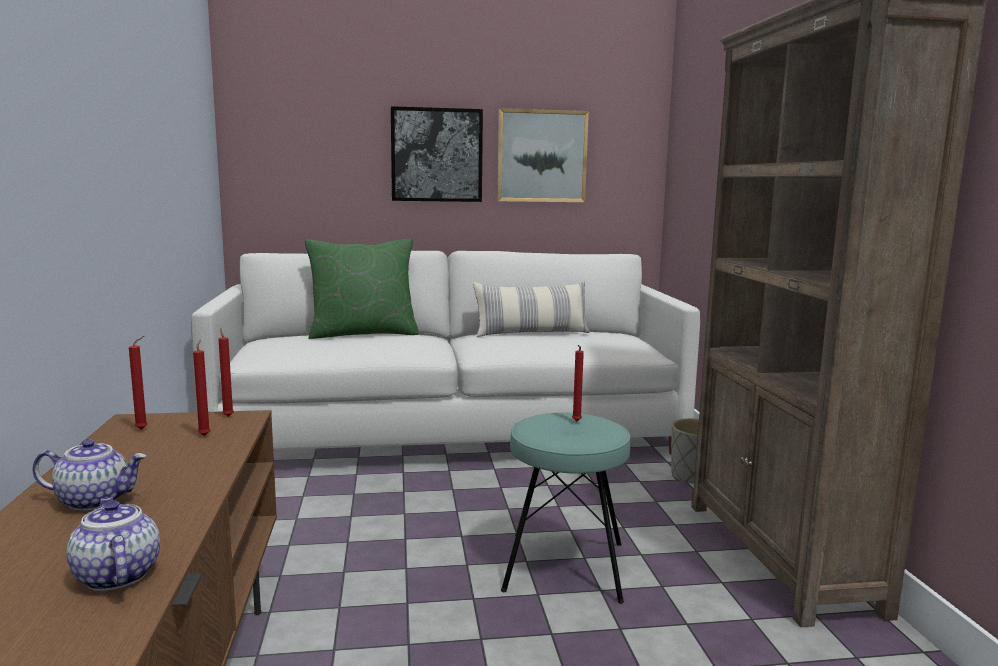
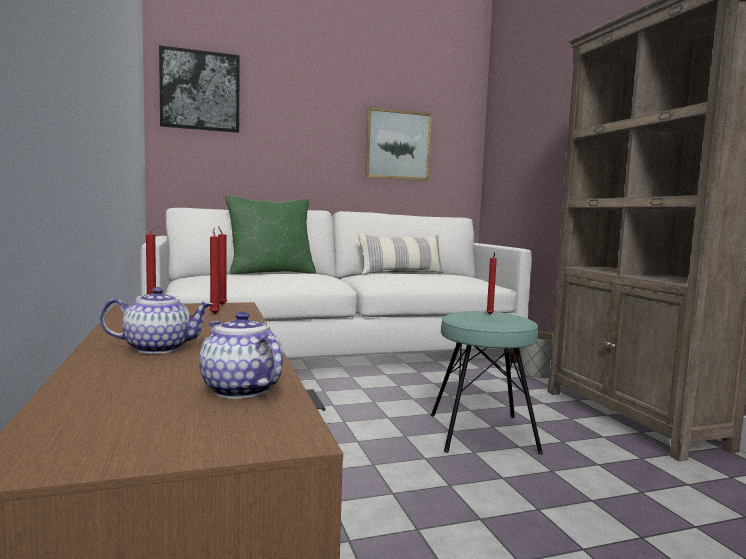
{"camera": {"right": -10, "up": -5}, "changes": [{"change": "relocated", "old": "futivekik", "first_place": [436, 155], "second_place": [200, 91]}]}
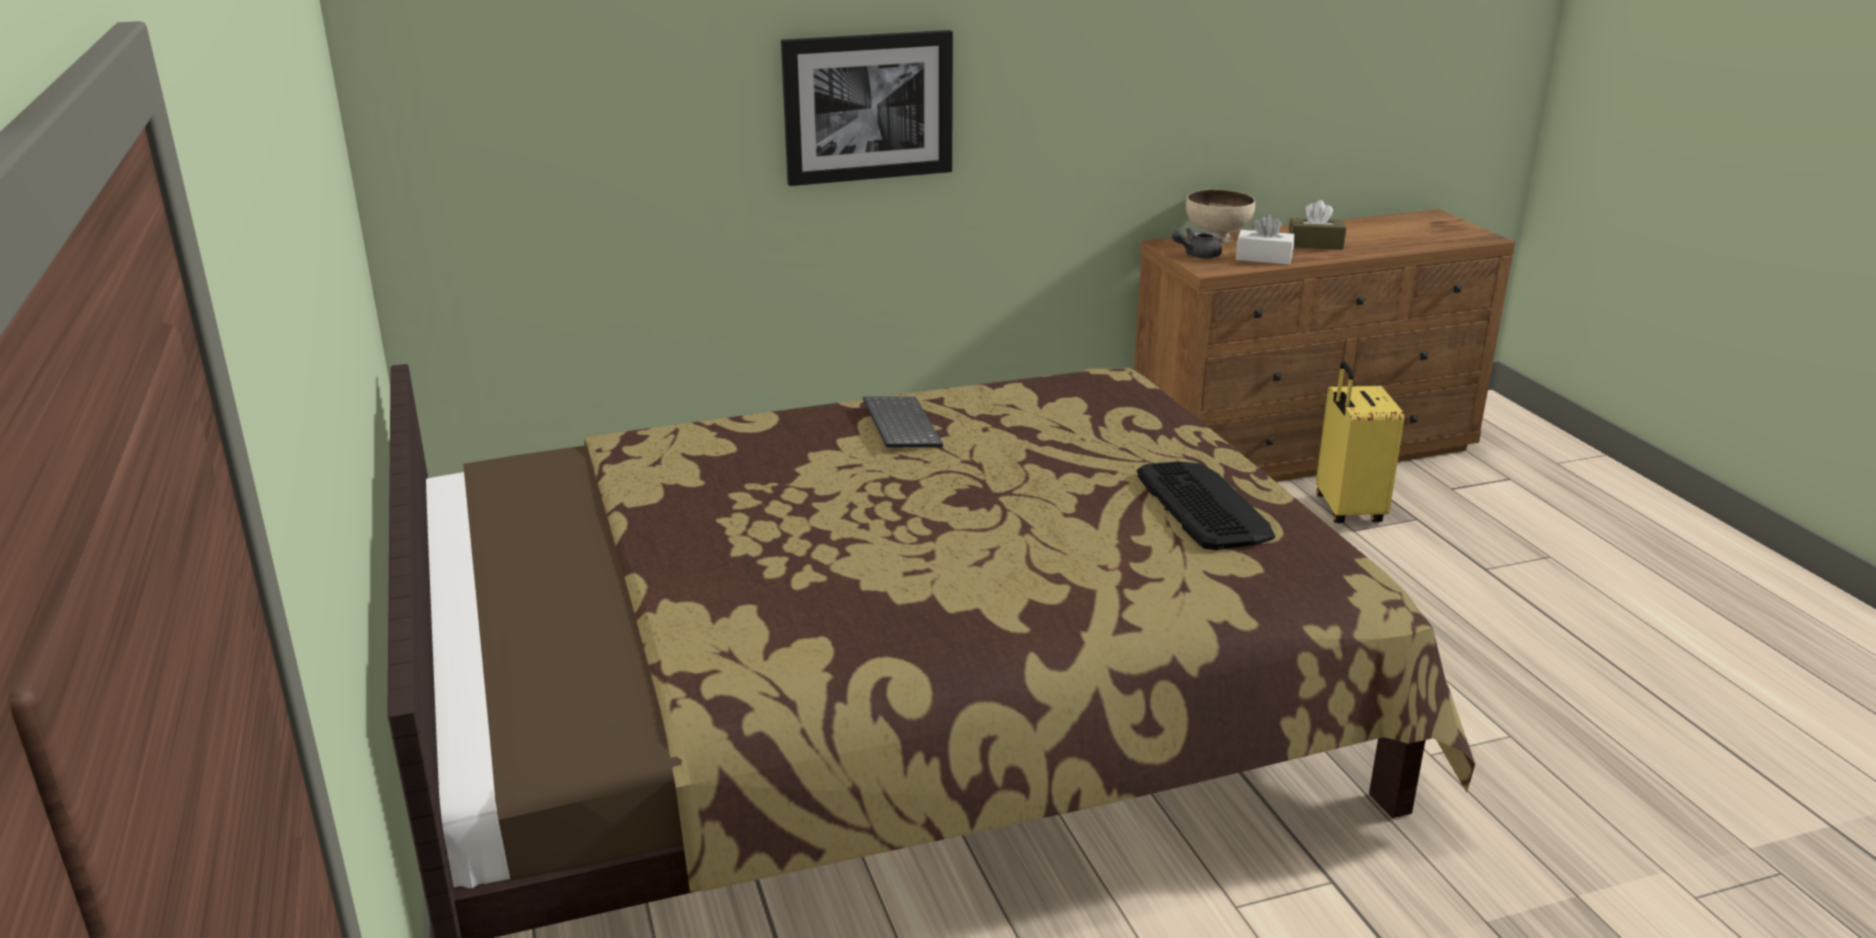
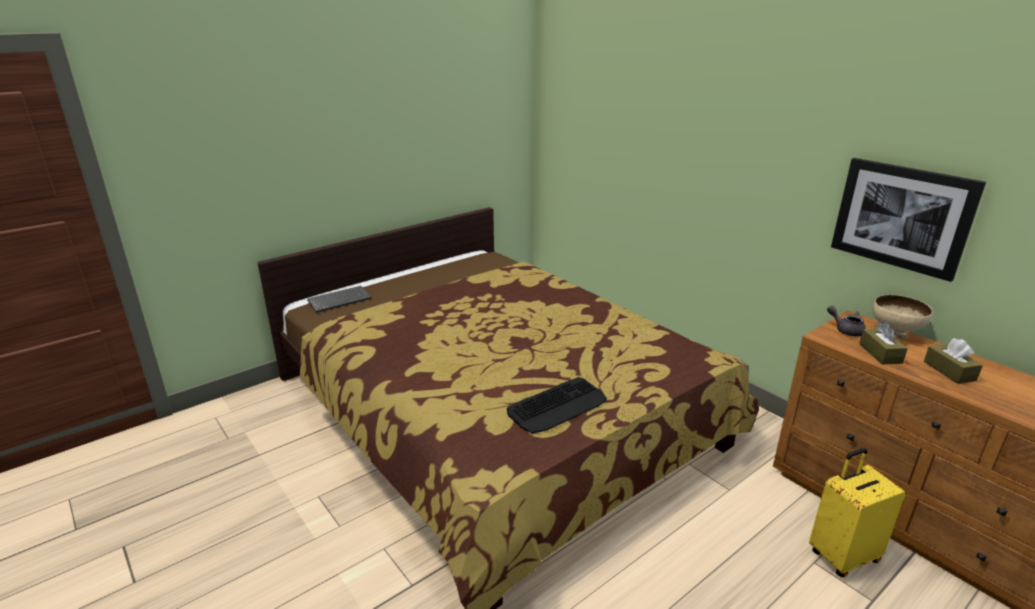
{"camera": {"right": 70, "up": 0}, "changes": [{"change": "relocated", "old": "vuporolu", "first_place": [899, 425], "second_place": [340, 300]}, {"change": "relocated", "old": "futivekik", "first_place": [868, 107], "second_place": [902, 217]}, {"change": "colour", "old": "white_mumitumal", "new": "brown_mumitumal", "first_place": [1263, 258], "second_place": [880, 353]}]}
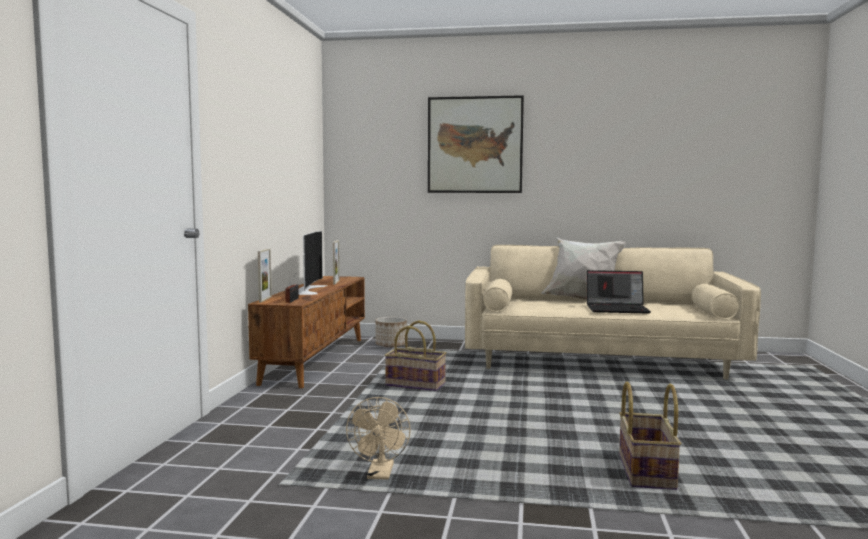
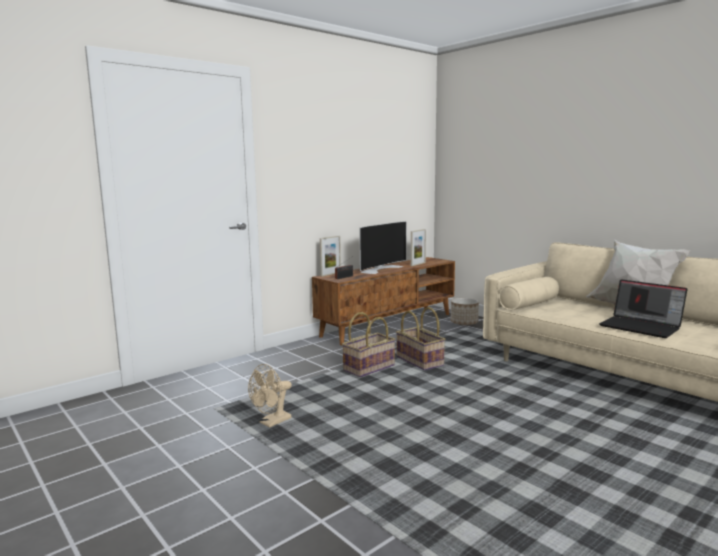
{"camera": {"right": 40, "up": 5}, "changes": [{"change": "relocated", "old": "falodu", "first_place": [644, 472], "second_place": [368, 367]}, {"change": "missing", "old": "futivekik", "first_place": [475, 145]}]}
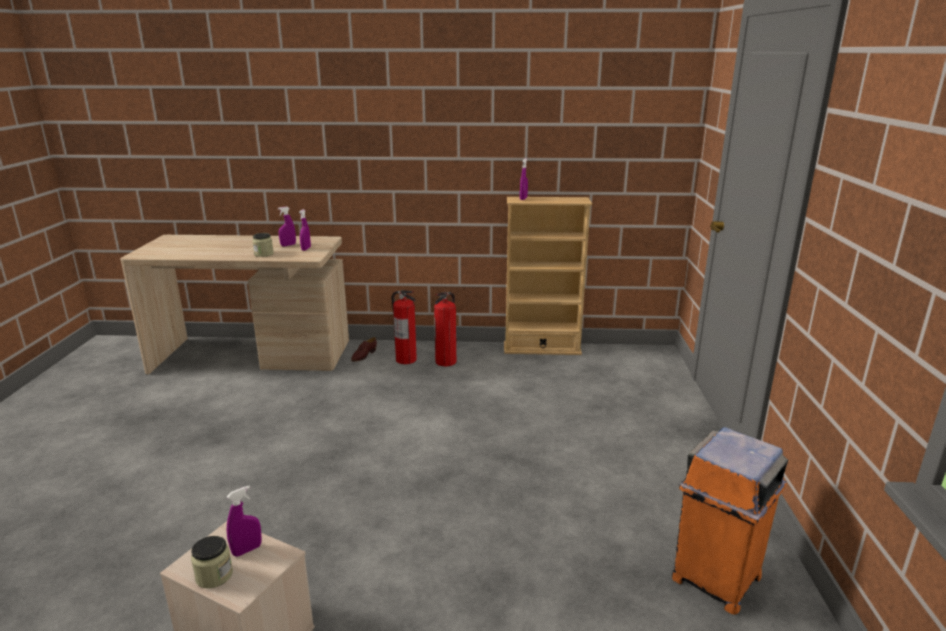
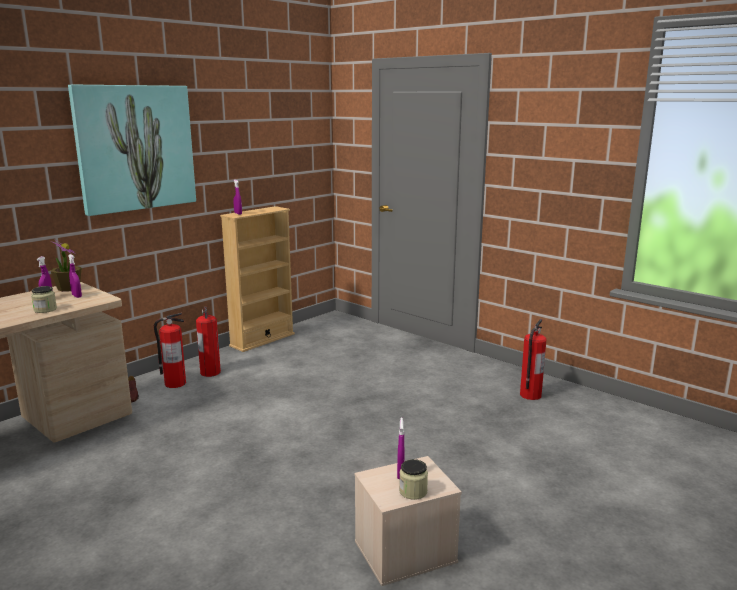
{"camera": {"right": -50, "up": -5}, "changes": [{"change": "appeared", "new": "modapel", "second_place": [68, 288]}, {"change": "appeared", "new": "futivekik", "second_place": [135, 148]}, {"change": "exchanged", "old": "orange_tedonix", "new": "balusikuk", "first_place": [715, 579], "second_place": [530, 395]}]}
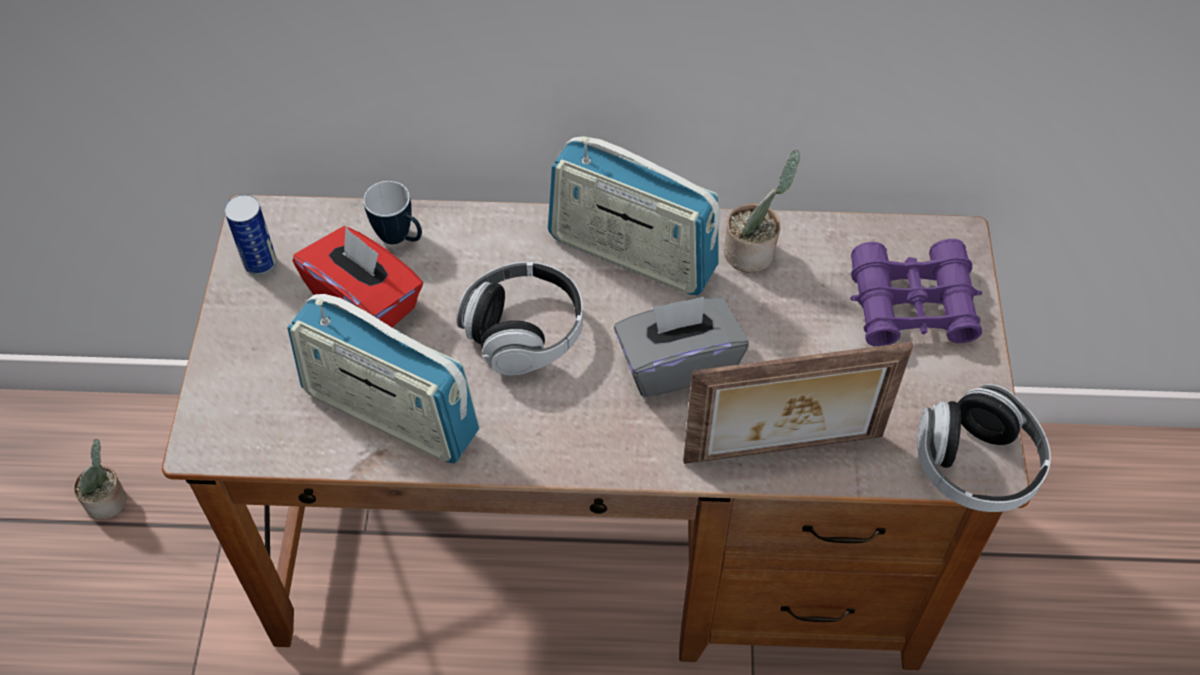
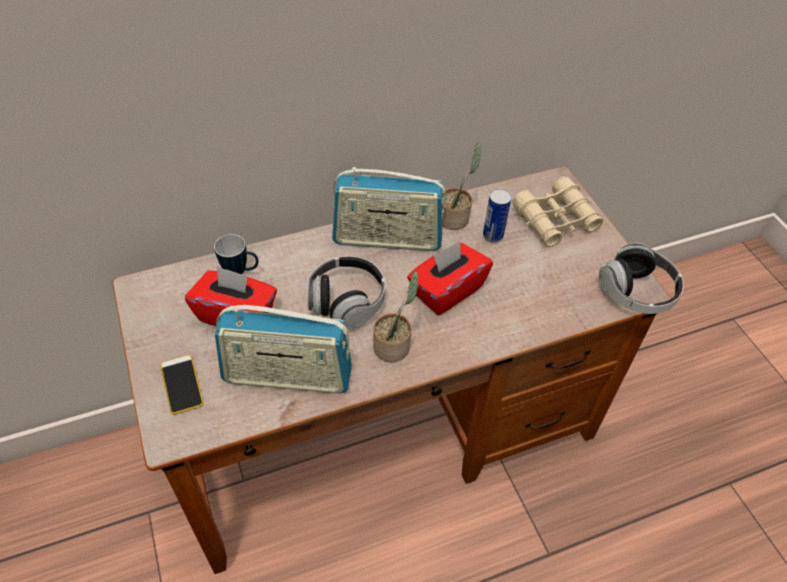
{"camera": {"right": -25, "up": -5}, "changes": [{"change": "appeared", "new": "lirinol", "second_place": [181, 384]}, {"change": "relocated", "old": "modapel", "first_place": [109, 501], "second_place": [394, 346]}, {"change": "colour", "old": "grey_mumitumal", "new": "red_mumitumal", "first_place": [677, 364], "second_place": [446, 291]}, {"change": "relocated", "old": "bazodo", "first_place": [260, 263], "second_place": [493, 235]}, {"change": "colour", "old": "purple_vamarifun", "new": "beige_vamarifun", "first_place": [912, 305], "second_place": [555, 220]}, {"change": "missing", "old": "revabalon", "first_place": [784, 451]}]}
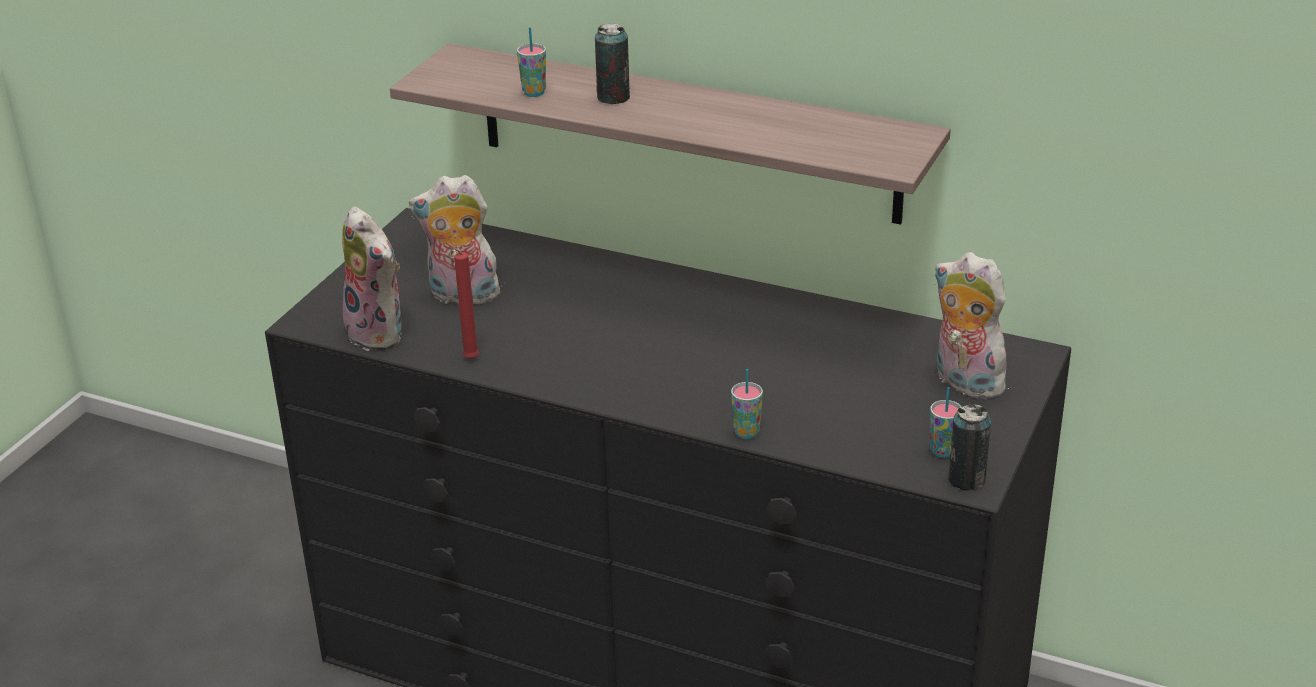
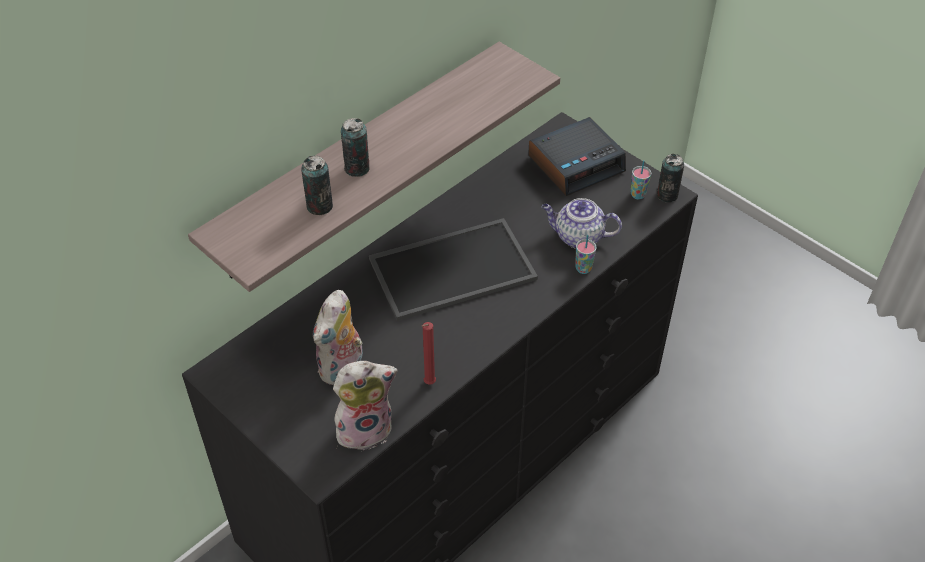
{"camera": {"right": -70, "up": 15}, "changes": [{"change": "exchanged", "old": "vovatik", "new": "bazodo", "first_place": [534, 93], "second_place": [319, 206]}, {"change": "appeared", "new": "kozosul", "second_place": [453, 267]}, {"change": "exchanged", "old": "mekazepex", "new": "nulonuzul", "first_place": [963, 382], "second_place": [576, 163]}, {"change": "appeared", "new": "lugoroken", "second_place": [578, 237]}]}
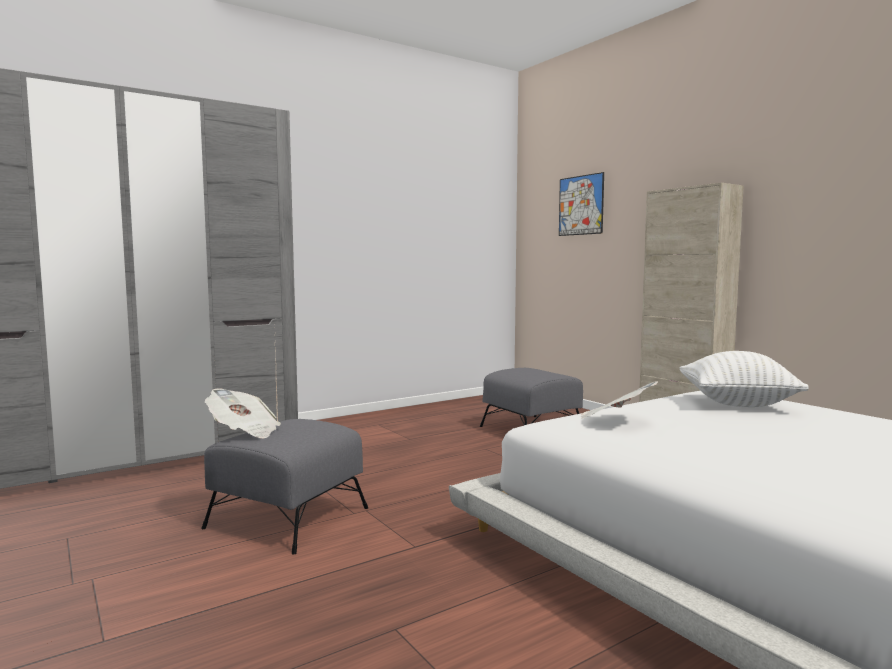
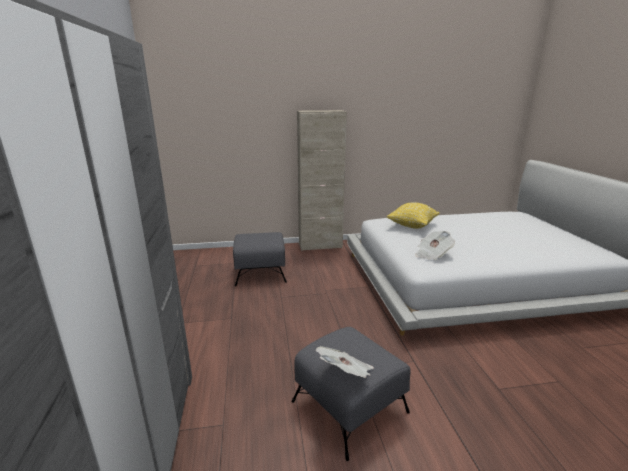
{"camera": {"right": -65, "up": 15}, "changes": [{"change": "colour", "old": "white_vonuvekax", "new": "yellow_vonuvekax", "first_place": [737, 403], "second_place": [412, 226]}, {"change": "missing", "old": "futivekik", "first_place": [581, 205]}]}
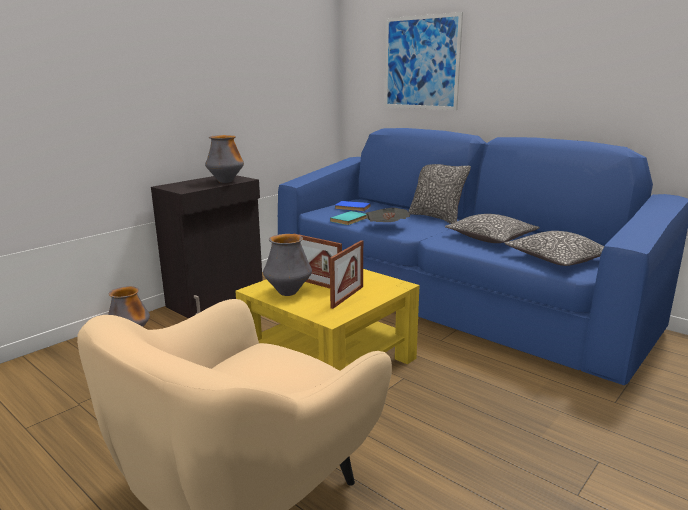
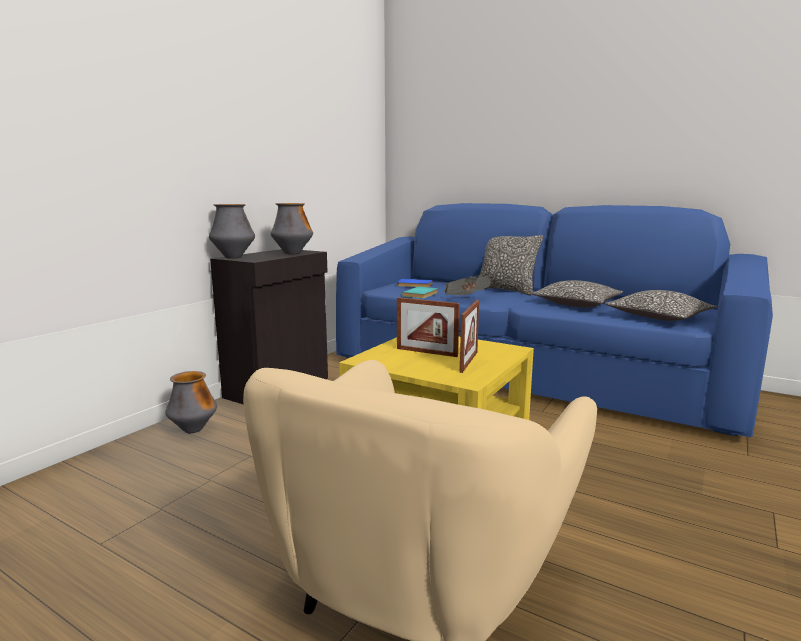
{"camera": {"right": -10, "up": -5}, "changes": [{"change": "relocated", "old": "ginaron", "first_place": [288, 292], "second_place": [233, 257]}, {"change": "missing", "old": "futivekik", "first_place": [421, 63]}]}
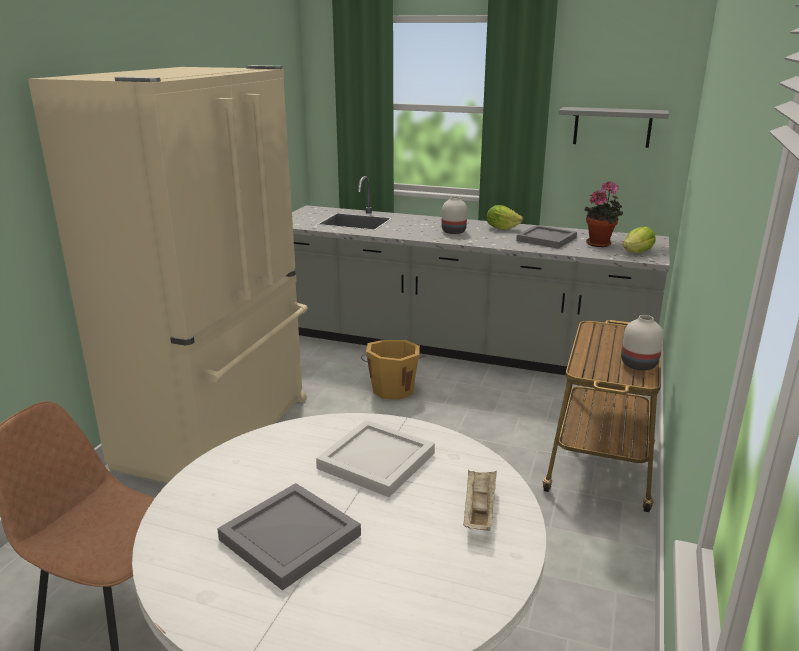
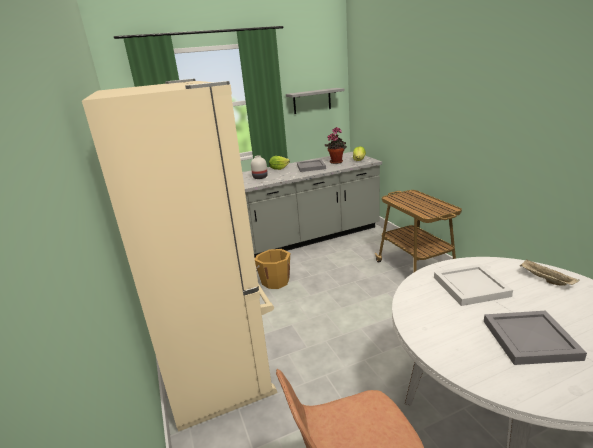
{"camera": {"right": -40, "up": 0}, "changes": [{"change": "missing", "old": "white_ginaron", "first_place": [639, 365]}]}
